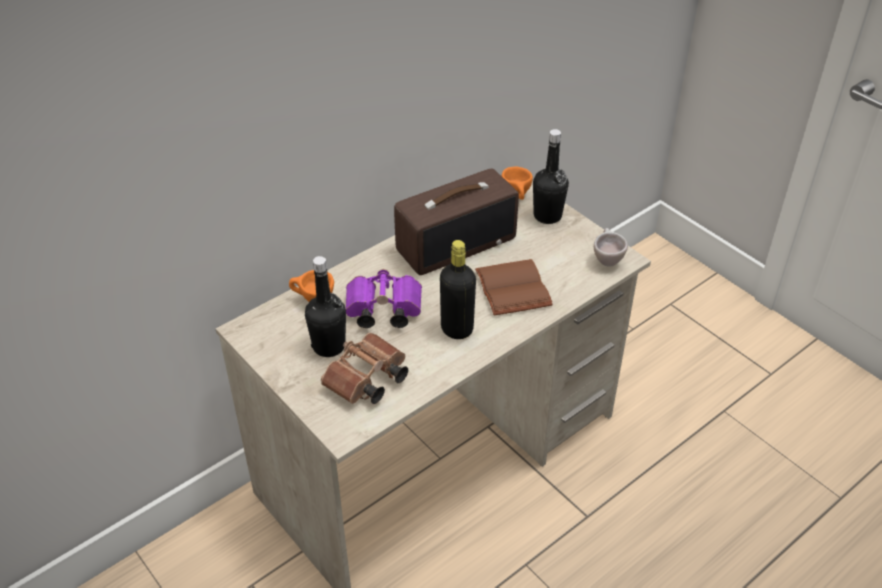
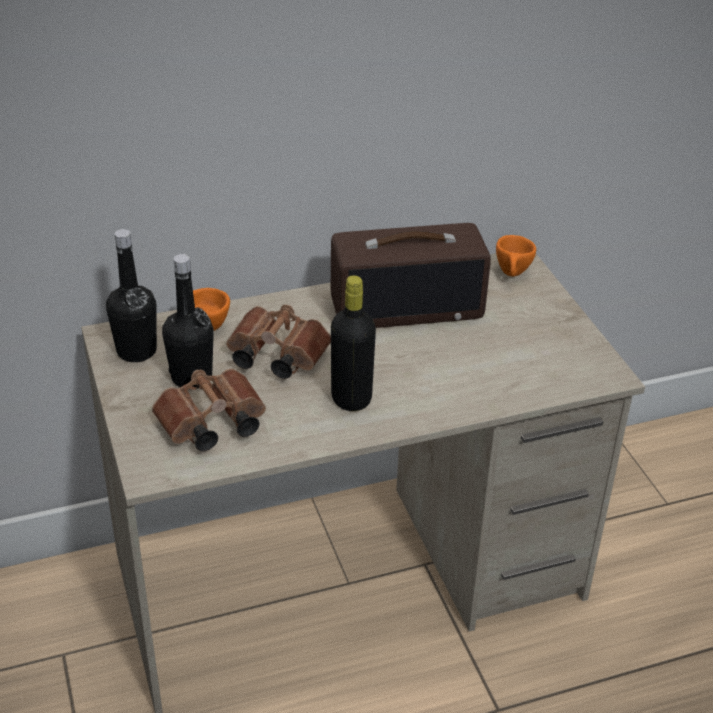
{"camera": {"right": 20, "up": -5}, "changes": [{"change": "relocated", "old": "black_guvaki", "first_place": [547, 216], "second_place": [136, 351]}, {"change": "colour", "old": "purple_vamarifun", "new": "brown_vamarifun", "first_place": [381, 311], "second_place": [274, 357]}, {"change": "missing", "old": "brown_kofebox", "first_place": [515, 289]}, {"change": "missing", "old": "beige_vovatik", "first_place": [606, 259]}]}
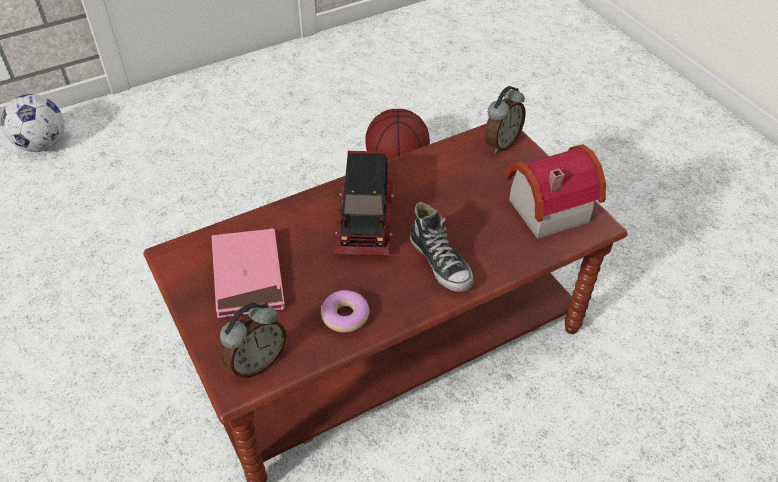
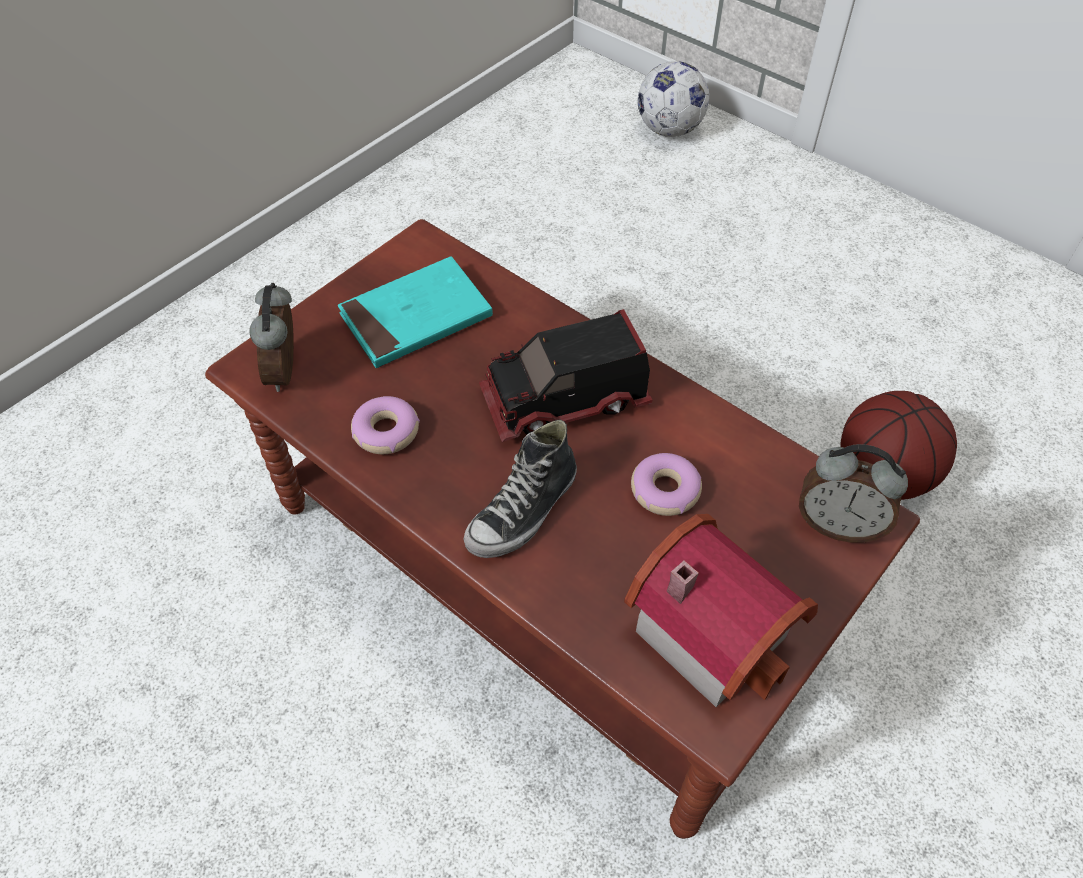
{"camera": {"right": 70, "up": 5}, "changes": [{"change": "spun", "old": "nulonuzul", "first_place": [256, 362], "second_place": [288, 371], "degrees": 60}, {"change": "colour", "old": "pink_kofebox", "new": "turquoise_kofebox", "first_place": [248, 275], "second_place": [416, 317]}, {"change": "appeared", "new": "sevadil", "second_place": [664, 490]}]}
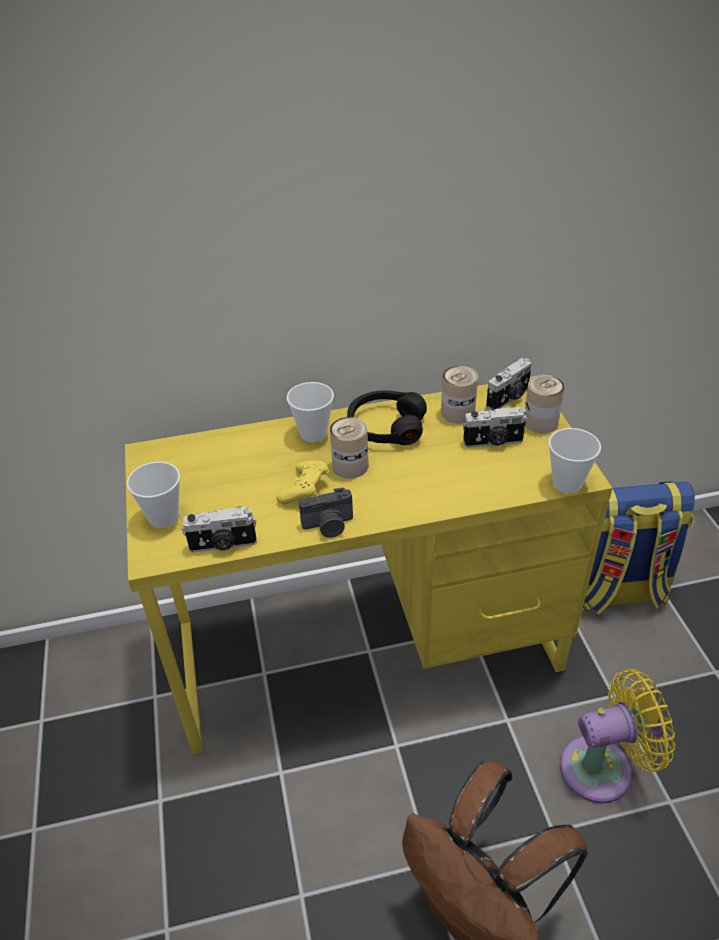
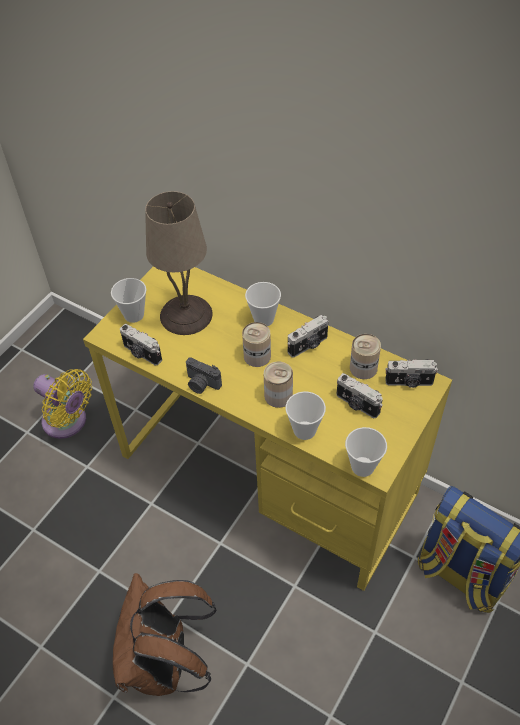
{"camera": {"right": 45, "up": 10}, "changes": [{"change": "relocated", "old": "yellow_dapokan", "first_place": [603, 768], "second_place": [68, 422]}, {"change": "appeared", "new": "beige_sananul", "second_place": [186, 314]}, {"change": "relocated", "old": "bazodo", "first_place": [540, 422], "second_place": [278, 395]}, {"change": "appeared", "new": "vovatik", "second_place": [304, 430]}, {"change": "exchanged", "old": "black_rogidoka", "new": "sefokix", "first_place": [386, 427], "second_place": [308, 345]}, {"change": "missing", "old": "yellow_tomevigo", "first_place": [305, 490]}]}
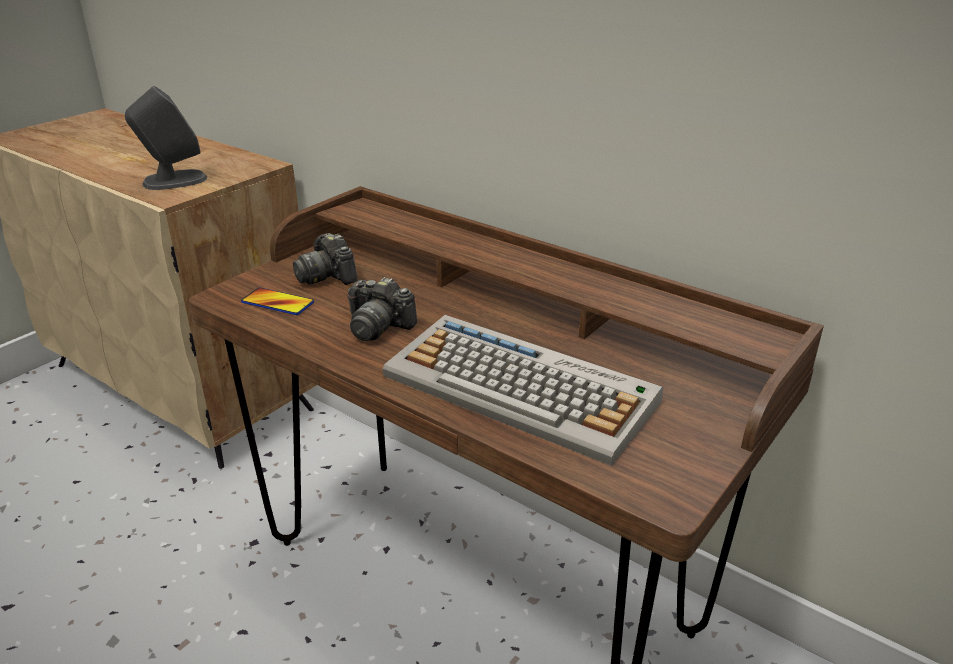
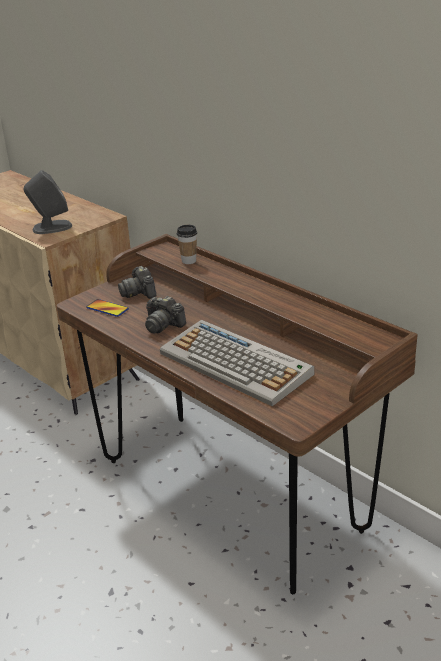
{"camera": {"right": 10, "up": 0}, "changes": [{"change": "appeared", "new": "vovatik", "second_place": [189, 261]}]}
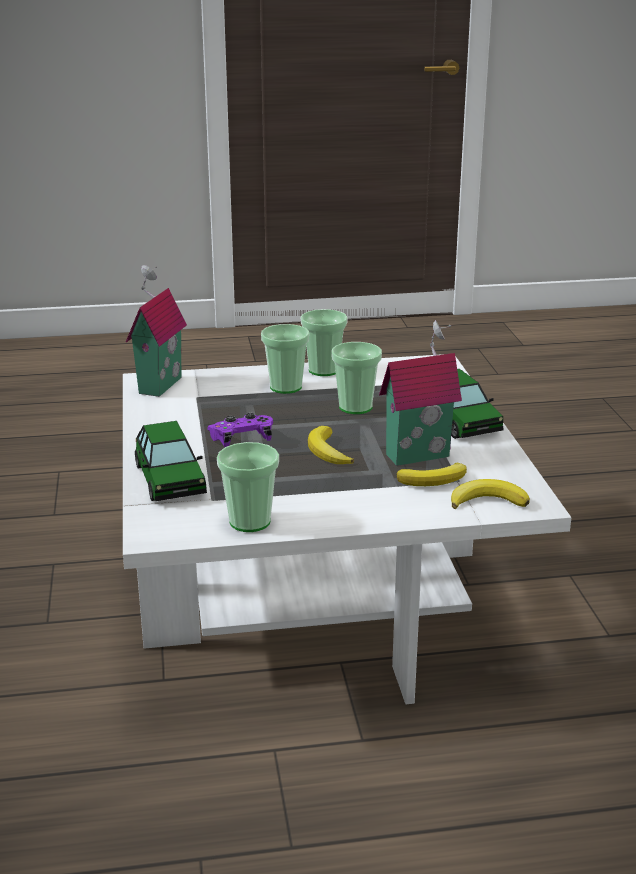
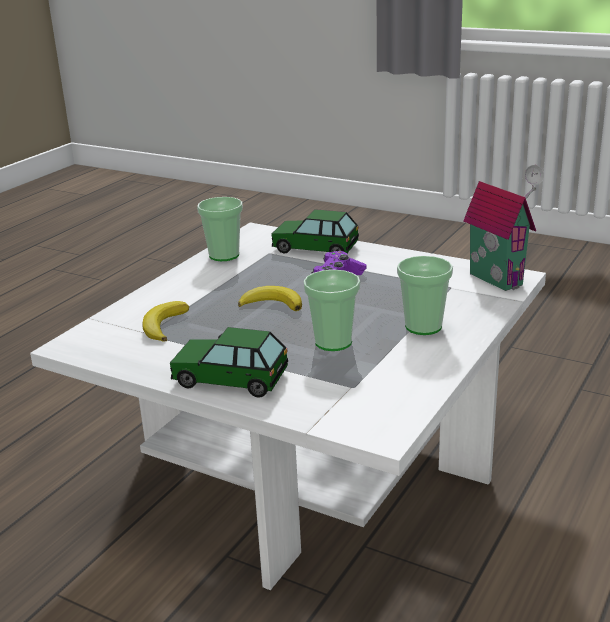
{"camera": {"right": 130, "up": 0}, "changes": [{"change": "missing", "old": "vovatik", "first_place": [323, 370]}, {"change": "missing", "old": "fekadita", "first_place": [416, 453]}, {"change": "missing", "old": "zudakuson", "first_place": [487, 501]}]}
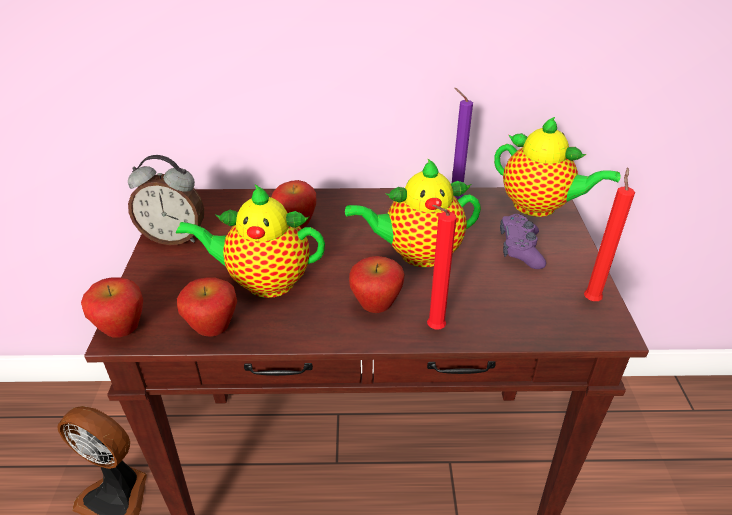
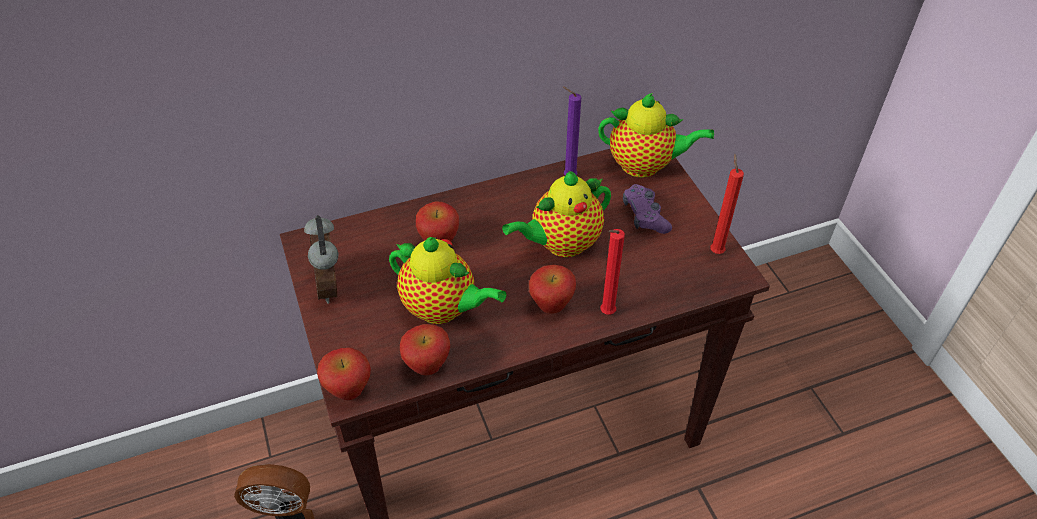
{"camera": {"right": -20, "up": 10}, "changes": [{"change": "spun", "old": "nulonuzul", "first_place": [174, 237], "second_place": [331, 286], "degrees": 90}, {"change": "spun", "old": "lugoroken", "first_place": [264, 281], "second_place": [443, 309], "degrees": -135}]}
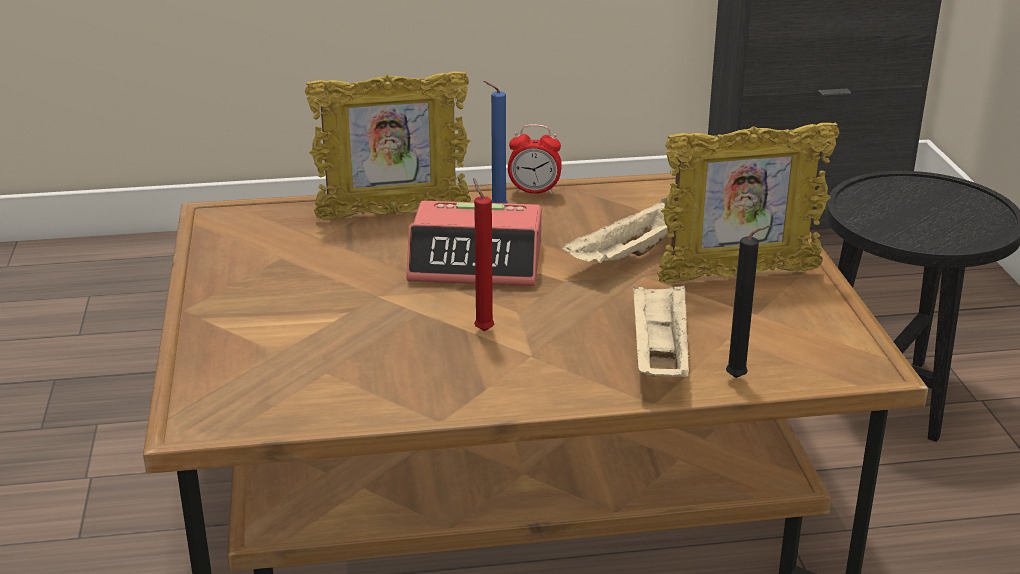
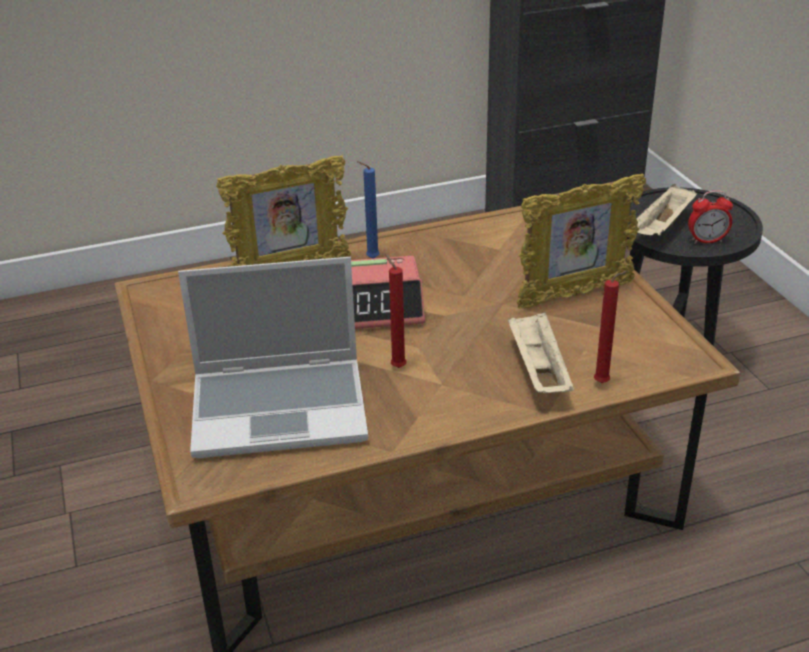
{"camera": {"right": -10, "up": 5}, "changes": [{"change": "appeared", "new": "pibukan", "second_place": [281, 408]}, {"change": "colour", "old": "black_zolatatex", "new": "red_zolatatex", "first_place": [739, 378], "second_place": [604, 383]}, {"change": "relocated", "old": "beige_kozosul", "first_place": [627, 256], "second_place": [661, 228]}, {"change": "relocated", "old": "nulonuzul", "first_place": [534, 191], "second_place": [707, 241]}]}
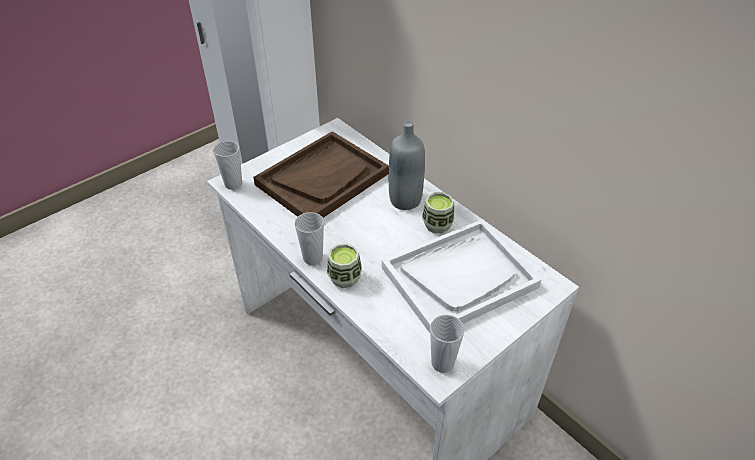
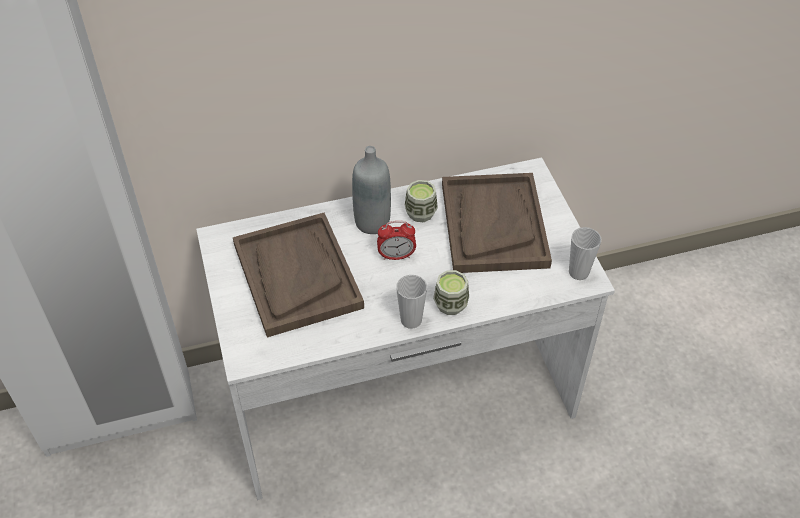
{"camera": {"right": -65, "up": 5}, "changes": [{"change": "appeared", "new": "nulonuzul", "second_place": [396, 256]}, {"change": "colour", "old": "white_kozosul", "new": "brown_kozosul", "first_place": [459, 277], "second_place": [493, 224]}, {"change": "missing", "old": "vovatik", "first_place": [233, 184]}]}
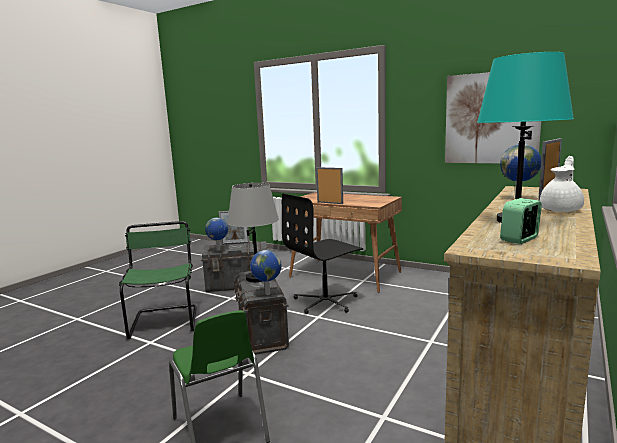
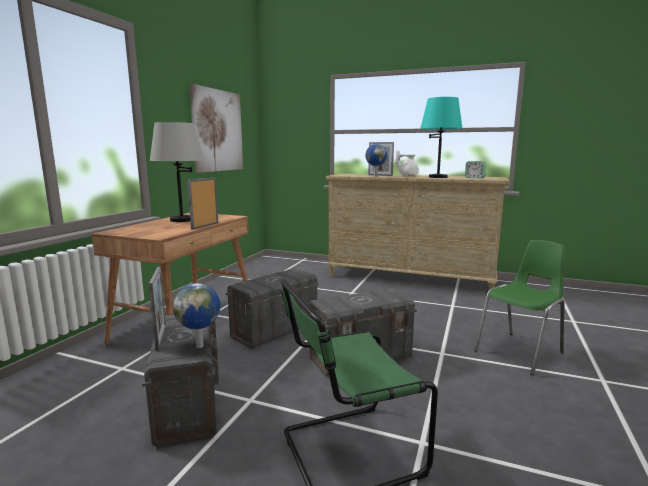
{"camera": {"right": -100, "up": 0}, "changes": [{"change": "relocated", "old": "grey_sananul", "first_place": [257, 278], "second_place": [181, 220]}, {"change": "exchanged", "old": "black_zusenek", "new": "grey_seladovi", "first_place": [326, 302], "second_place": [274, 330]}, {"change": "missing", "old": "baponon", "first_place": [267, 294]}]}
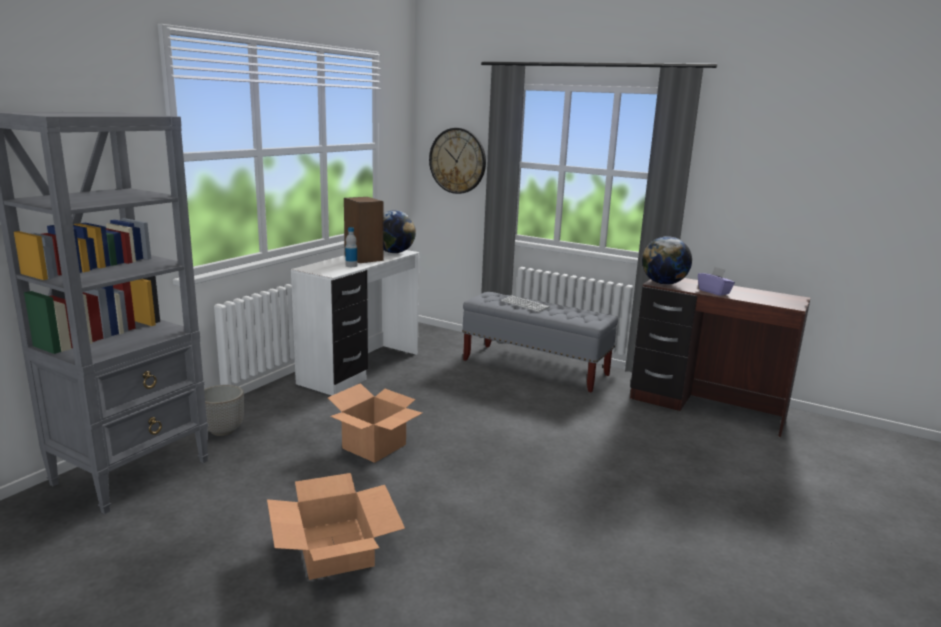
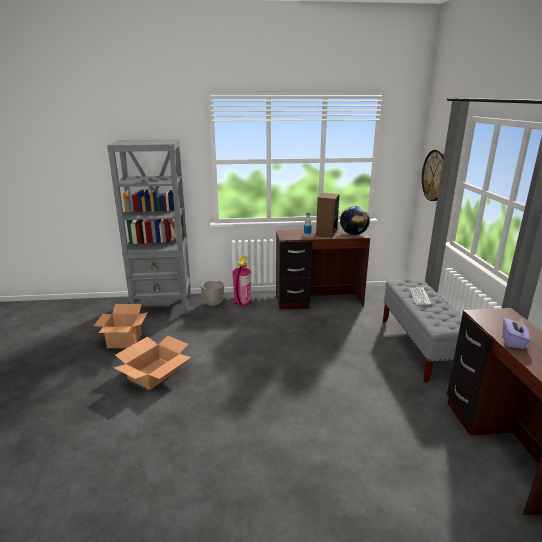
{"camera": {"right": 55, "up": 5}, "changes": [{"change": "relocated", "old": "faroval", "first_place": [374, 446], "second_place": [125, 340]}, {"change": "appeared", "new": "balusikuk", "second_place": [242, 301]}, {"change": "colour", "old": "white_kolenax", "new": "brown_kolenax", "first_place": [361, 368], "second_place": [319, 301]}, {"change": "missing", "old": "baponon", "first_place": [663, 283]}]}
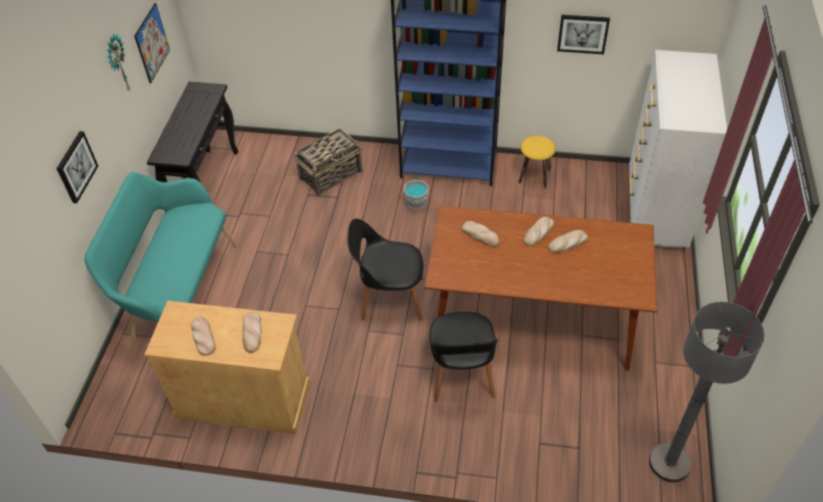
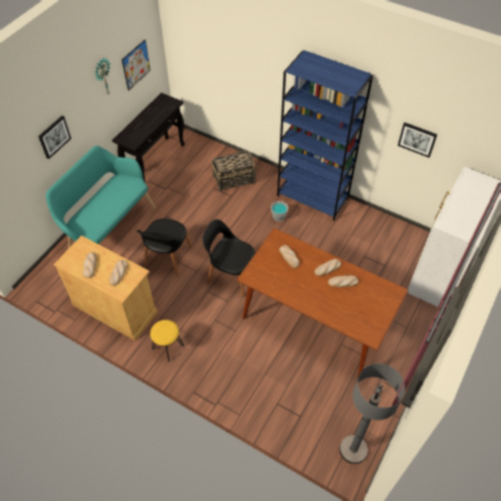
{"camera": {"right": 20, "up": 5}, "changes": [{"change": "relocated", "old": "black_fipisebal", "first_place": [461, 374], "second_place": [167, 257]}, {"change": "relocated", "old": "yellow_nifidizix", "first_place": [535, 176], "second_place": [168, 347]}]}
